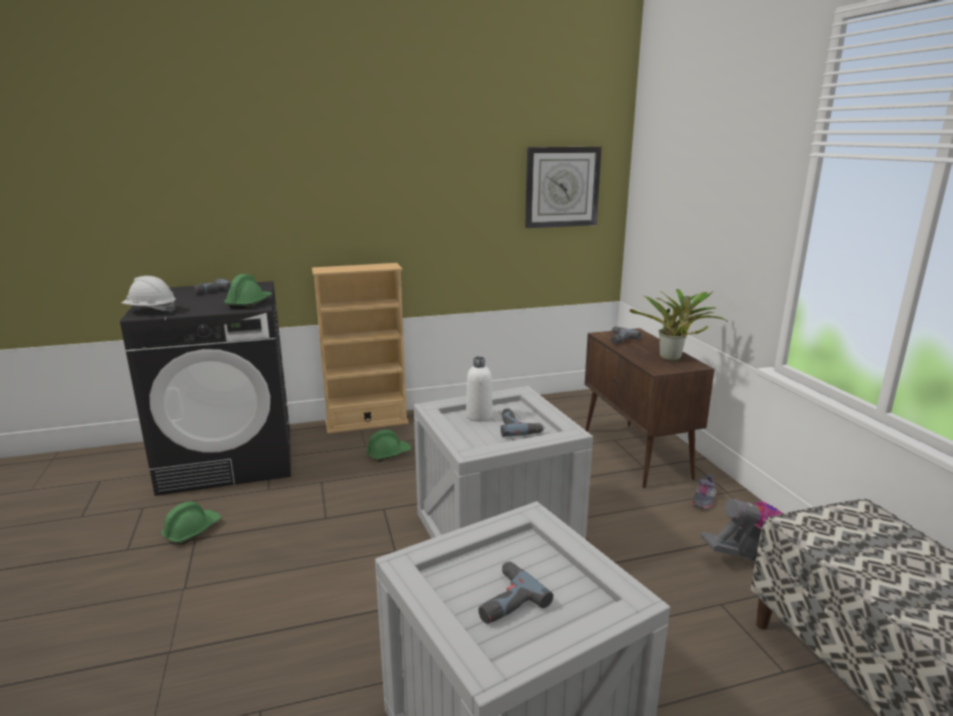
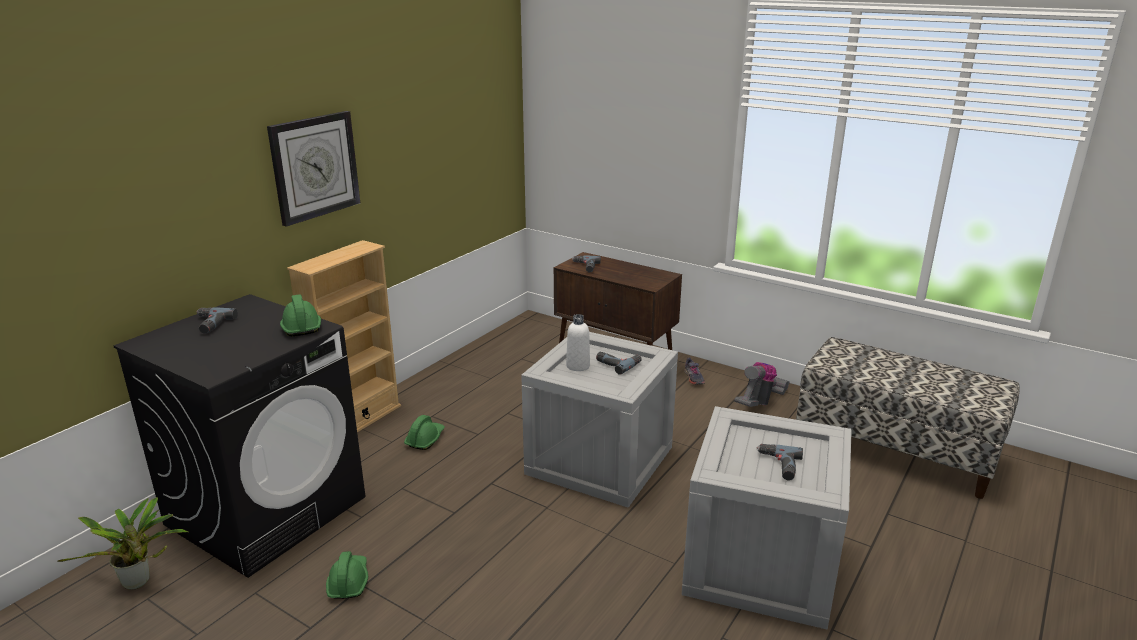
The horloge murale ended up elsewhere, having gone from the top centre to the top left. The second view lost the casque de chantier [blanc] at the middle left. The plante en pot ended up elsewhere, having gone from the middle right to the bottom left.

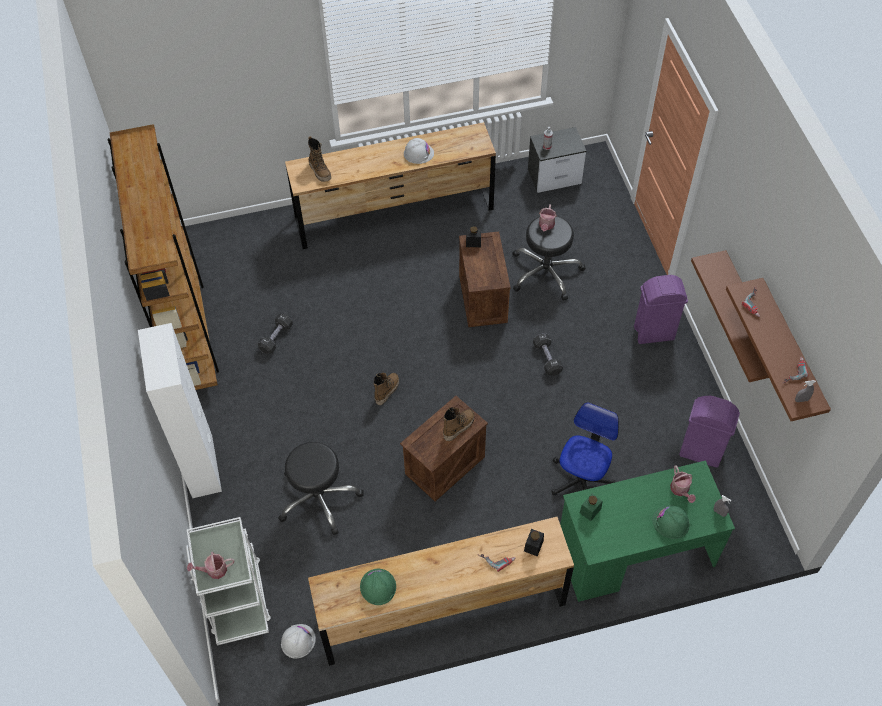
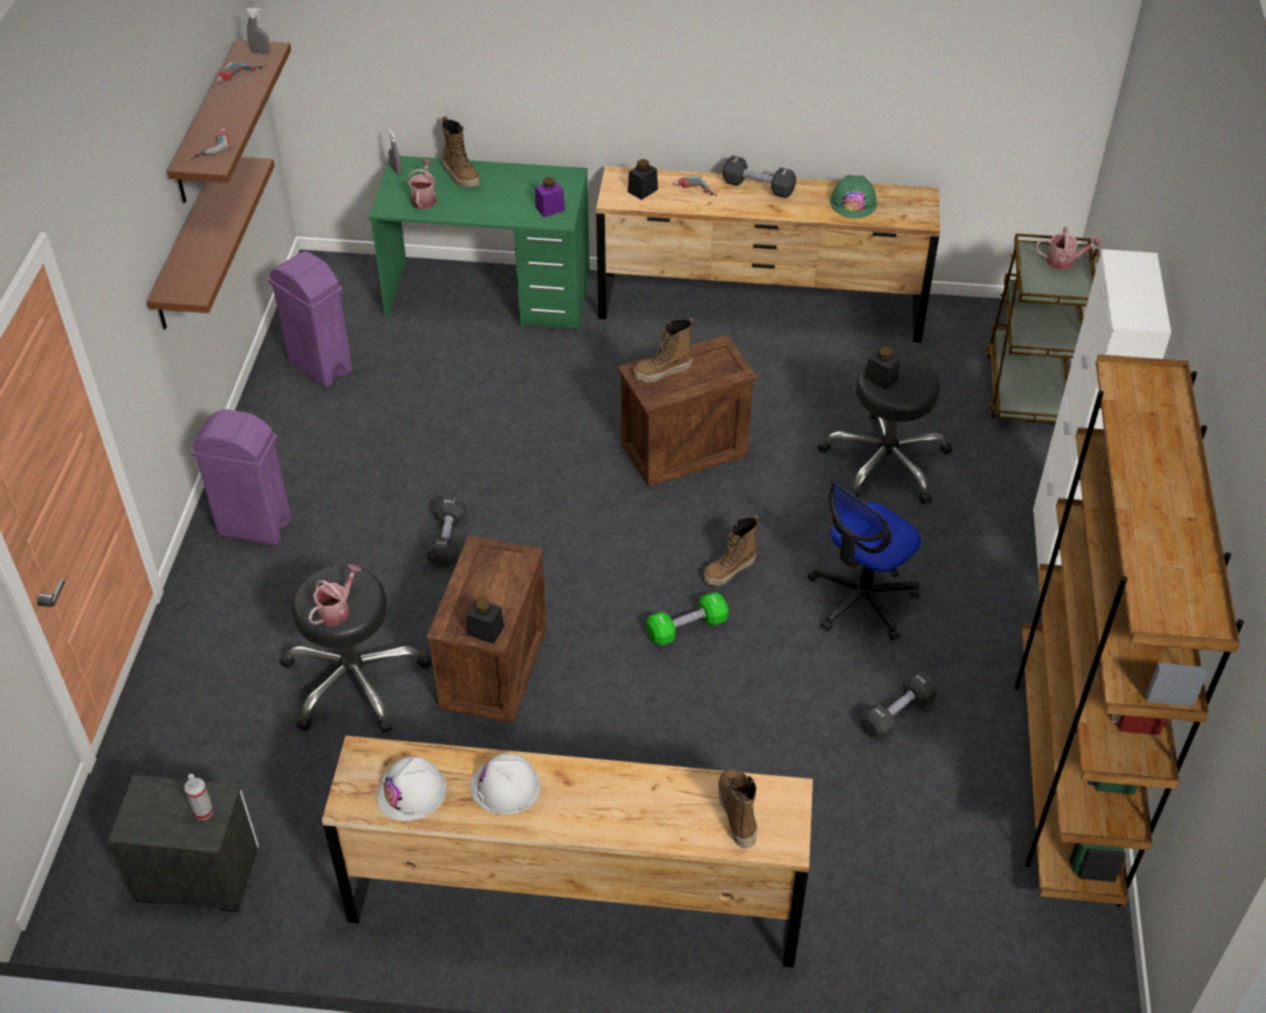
The chaise de bureau ended up elsewhere, having gone from the centre to the middle right. What was the bocal [vert] at the bottom right turned into the bocal [violet] at the top centre. Where the casque de chantier [vert] (no. 2 from left) stood at the bottom right, the botte (no. 1 from left) came to stand at the top centre. What was the chariot [blanc] at the bottom left turned into the chariot [marron] at the top right. The casque de chantier [blanc] (no. 1 from left) ended up elsewhere, having gone from the bottom centre to the bottom left. The second view gained the haltère [noir] (no. 2 from left) at the top centre. The second view gained the bocal [noir] (no. 3 from left) at the middle right. The second view gained the haltère [vert] at the centre.

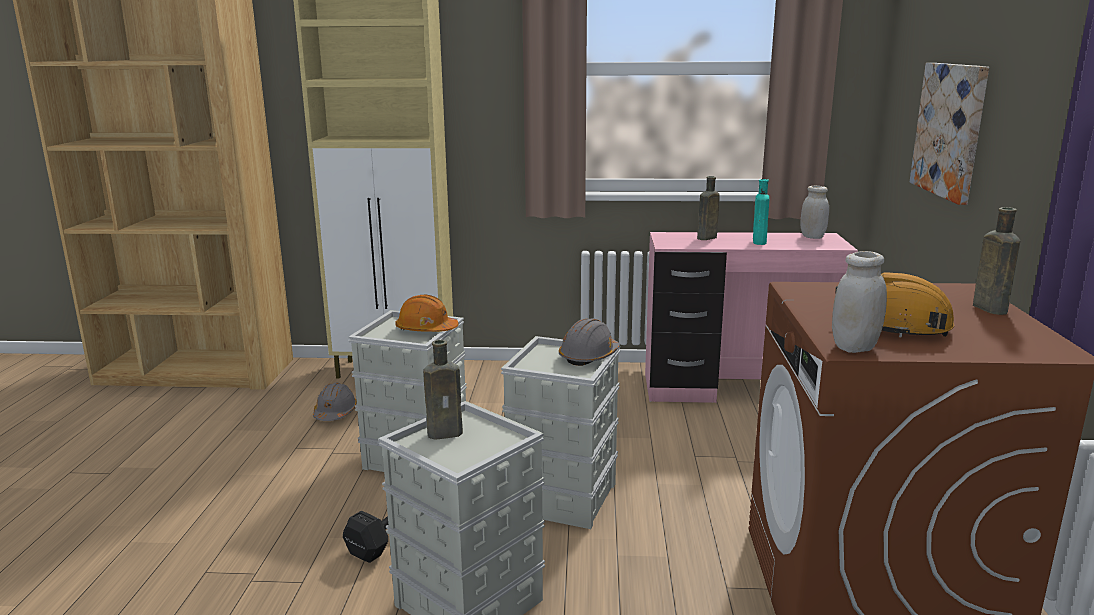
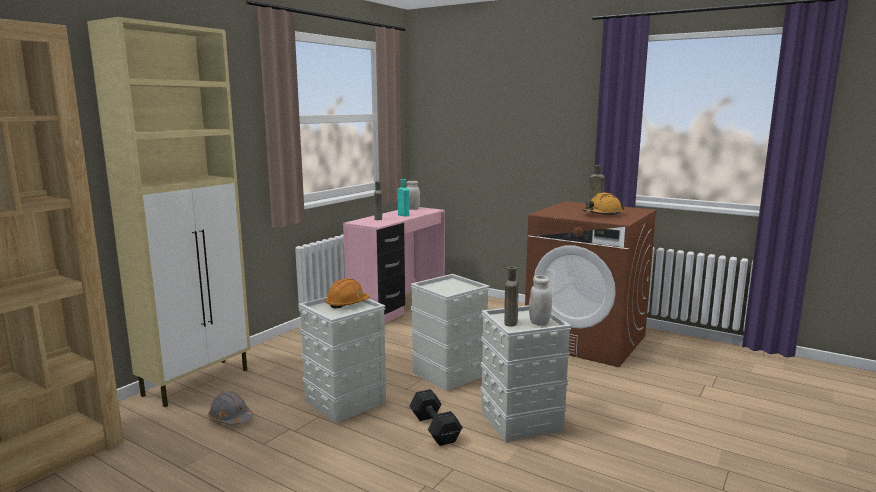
The second view lost the tableau at the top right. The bocal [blanc] (no. 2 from left) ended up elsewhere, having gone from the middle right to the centre. The second view lost the casque de chantier [gris] (no. 2 from left) at the centre.

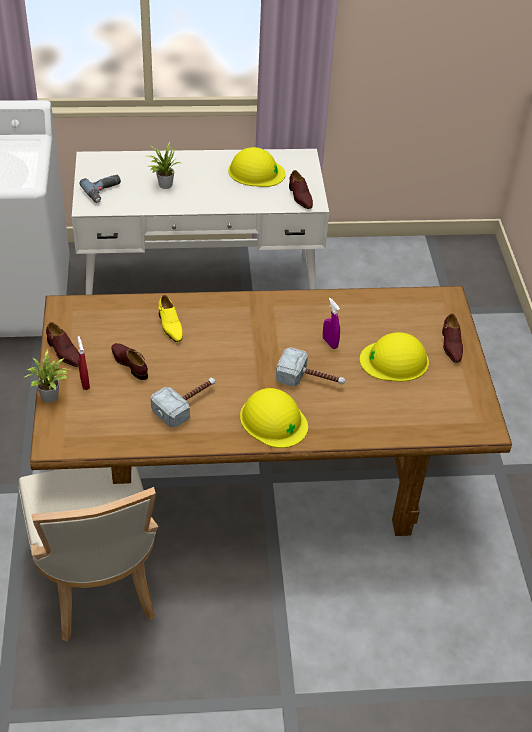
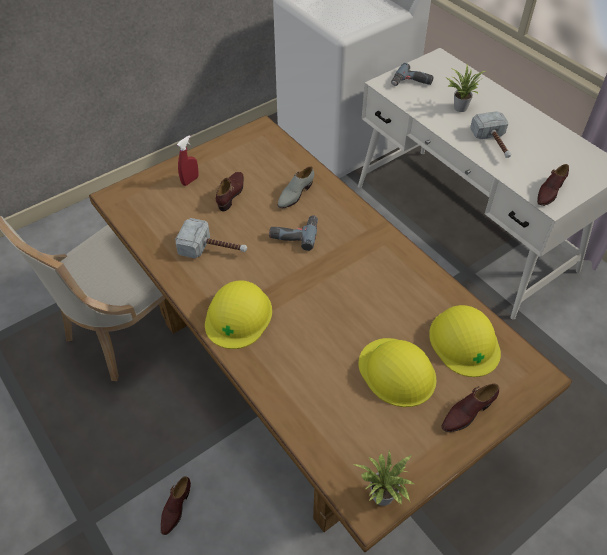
The casque de chantier [jaune] (no. 1 from left in the first image) ended up elsewhere, having gone from the top centre to the middle right. What was the chaussure [jaune] at the middle left turned into the chaussure [gris] at the centre. The second view lost the vaporisateur [violet] at the centre. The chaussure [marron] (no. 1 from left) ended up elsewhere, having gone from the middle left to the bottom left. The marteau (no. 2 from left) ended up elsewhere, having gone from the centre to the top right. The plante en pot (no. 1 from left) ended up elsewhere, having gone from the middle left to the bottom centre. The second view gained the perceuse (no. 1 from left) at the centre.

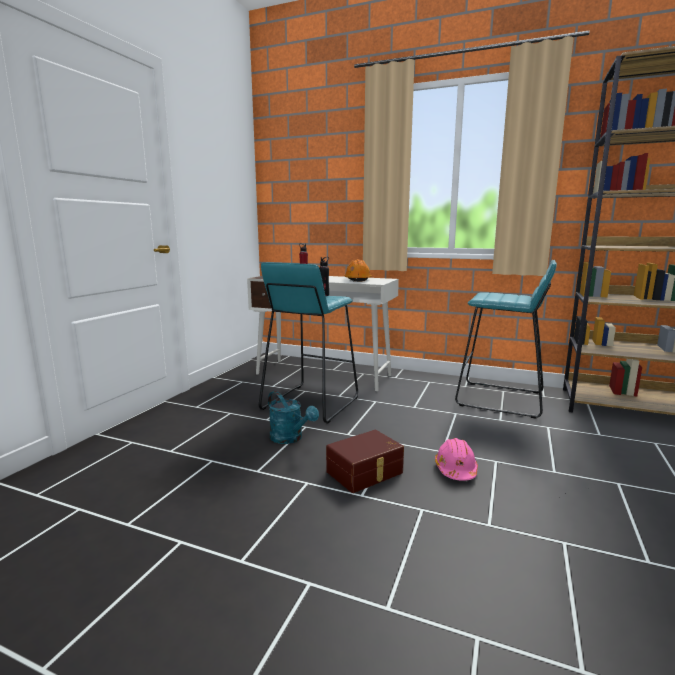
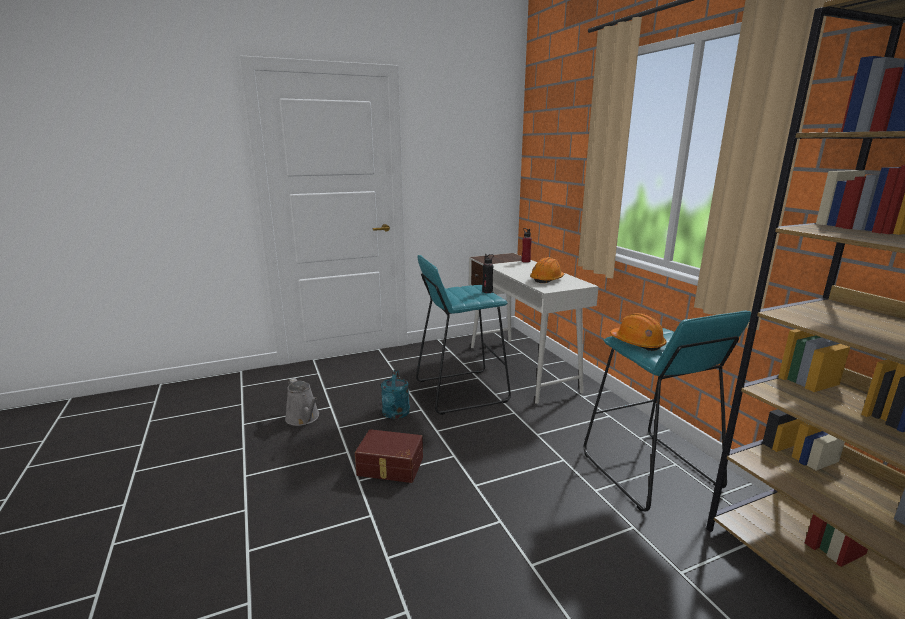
The second view lost the casque de chantier [rose] at the bottom right. The second view gained the casque de chantier [orange] (no. 2 from left) at the middle right. The second view gained the arrosoir [gris] at the centre.

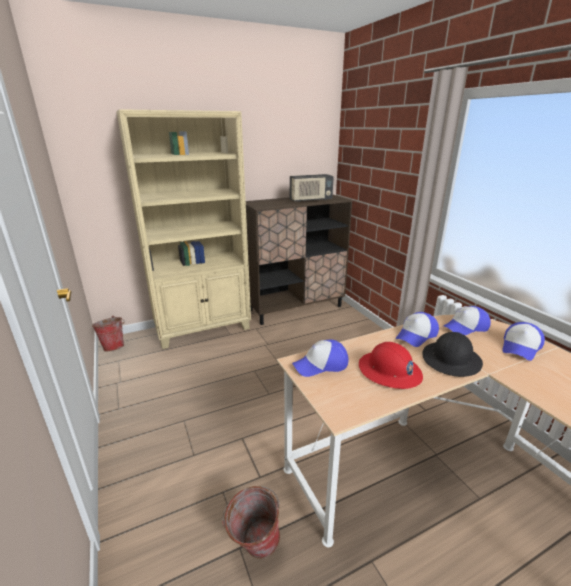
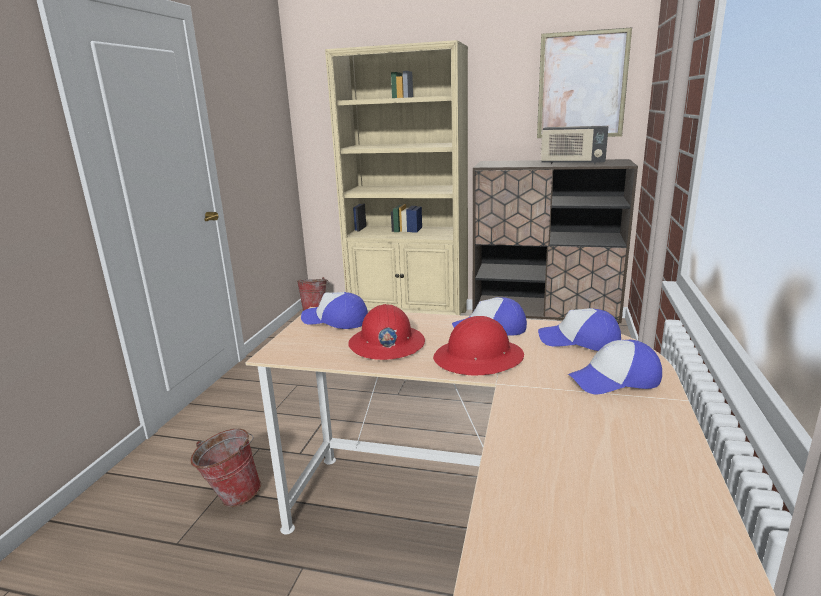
What was the casque de chantier [noir] at the middle right turned into the casque de chantier [rouge] (no. 2 from left) at the centre. The second view gained the tableau at the top right.

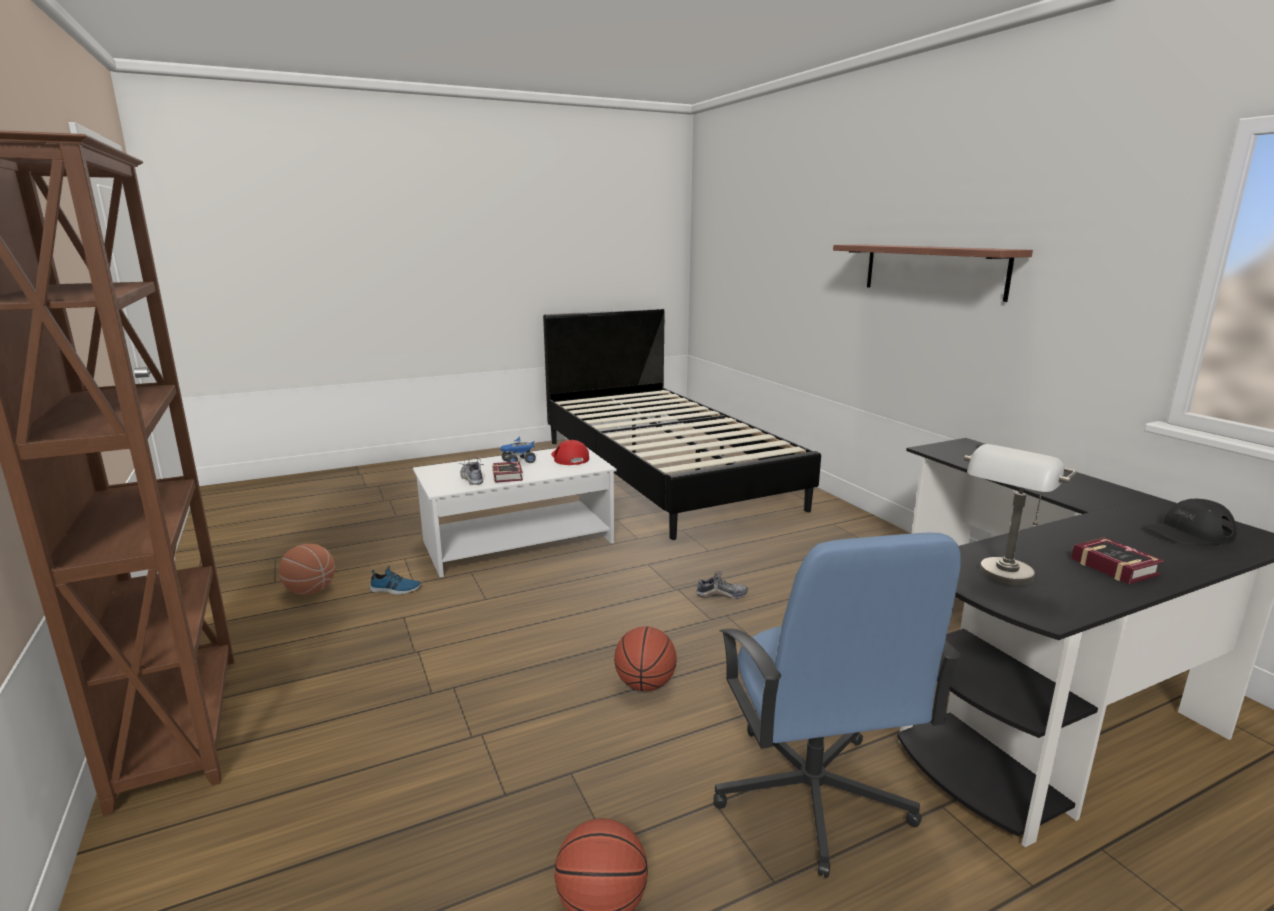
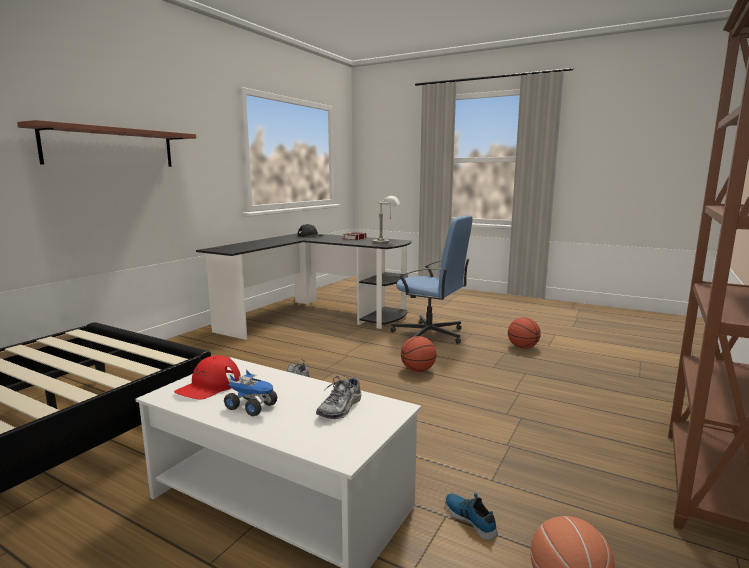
The second view lost the livre (no. 1 from left) at the centre. The chaise de bureau [bleu] at the bottom centre ended up facing another way, 75 degrees clockwise from before.

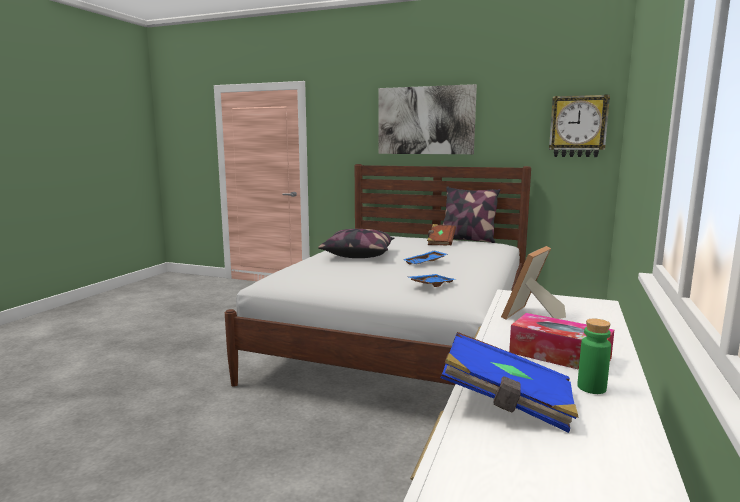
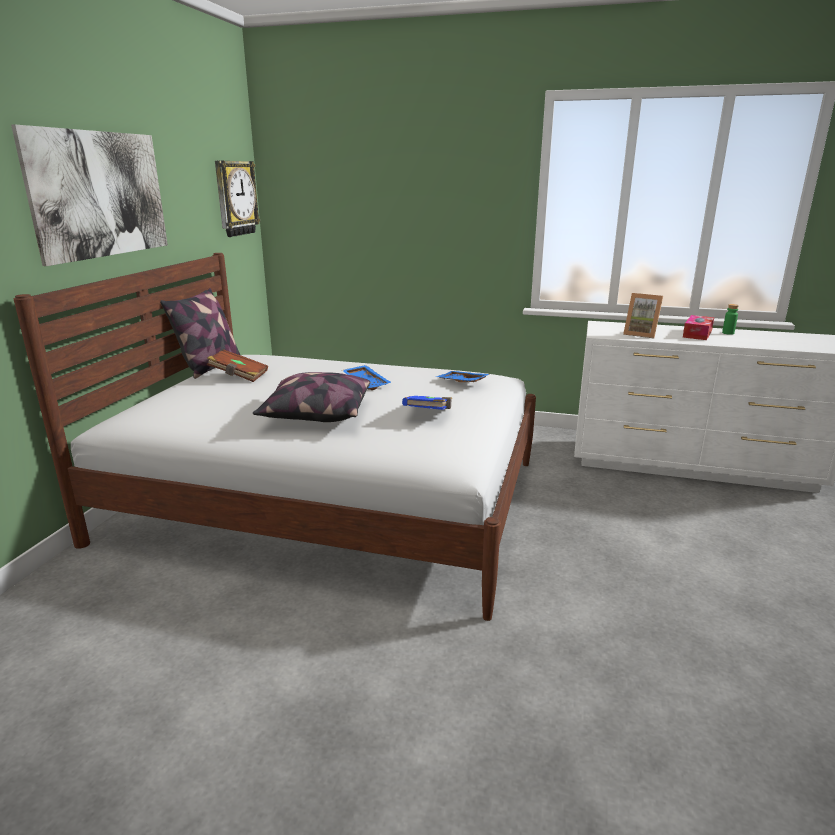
The livre [bleu] ended up elsewhere, having gone from the bottom right to the centre.

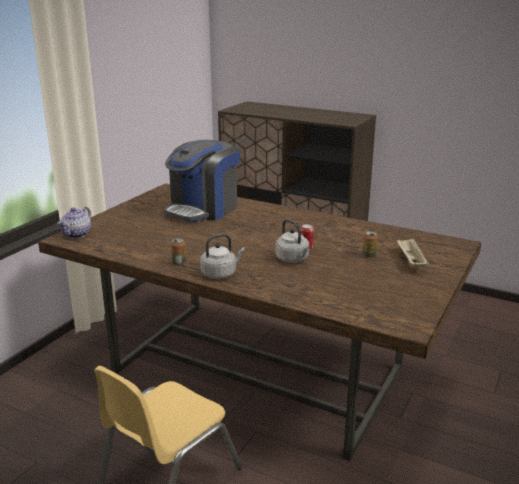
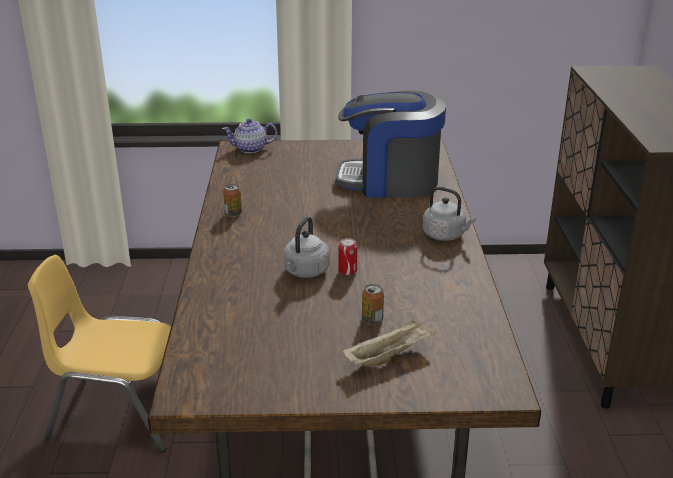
The bouilloire [gris] (no. 1 from left in the first image) ended up elsewhere, having gone from the centre to the middle right.

